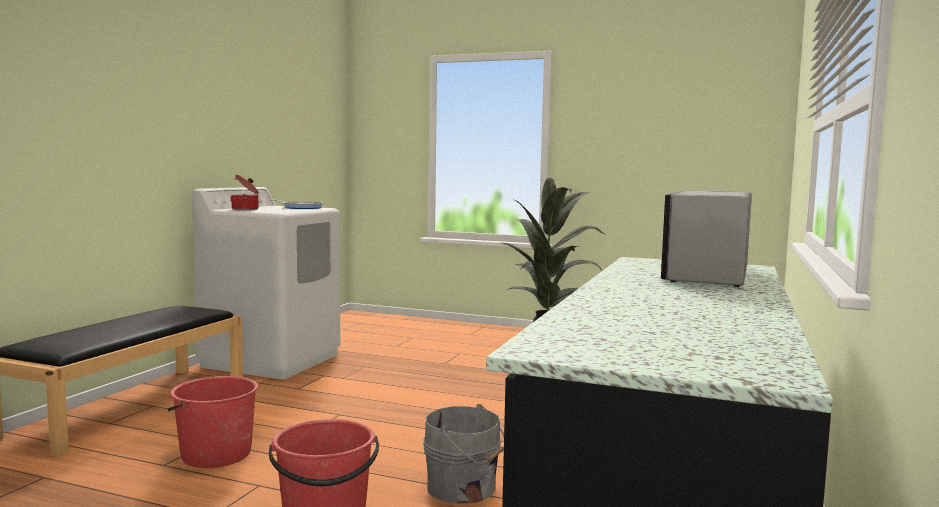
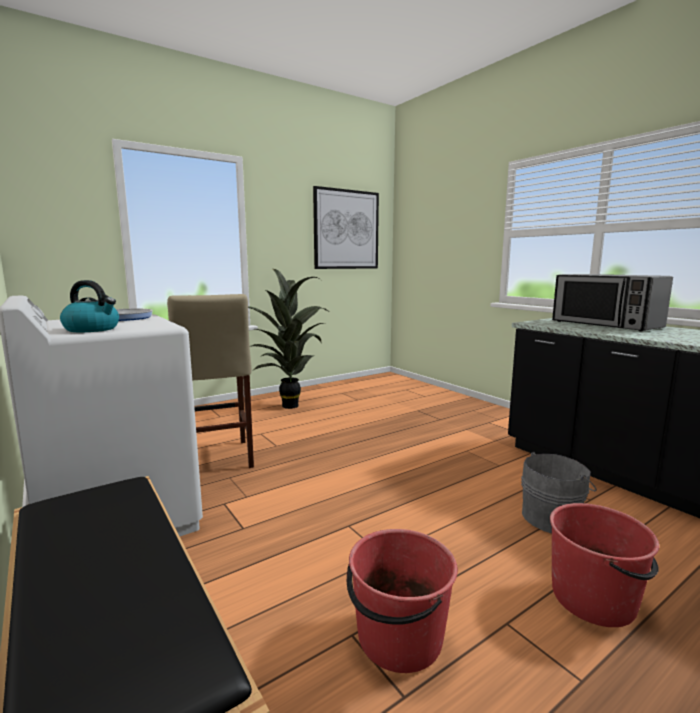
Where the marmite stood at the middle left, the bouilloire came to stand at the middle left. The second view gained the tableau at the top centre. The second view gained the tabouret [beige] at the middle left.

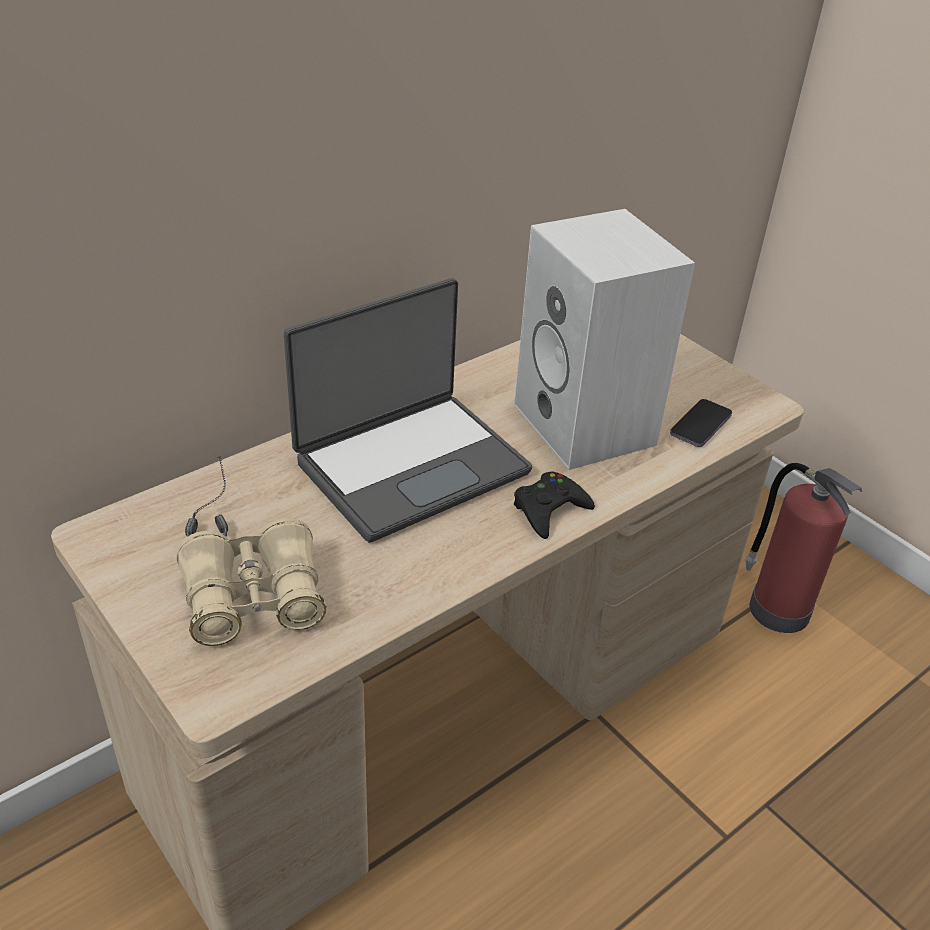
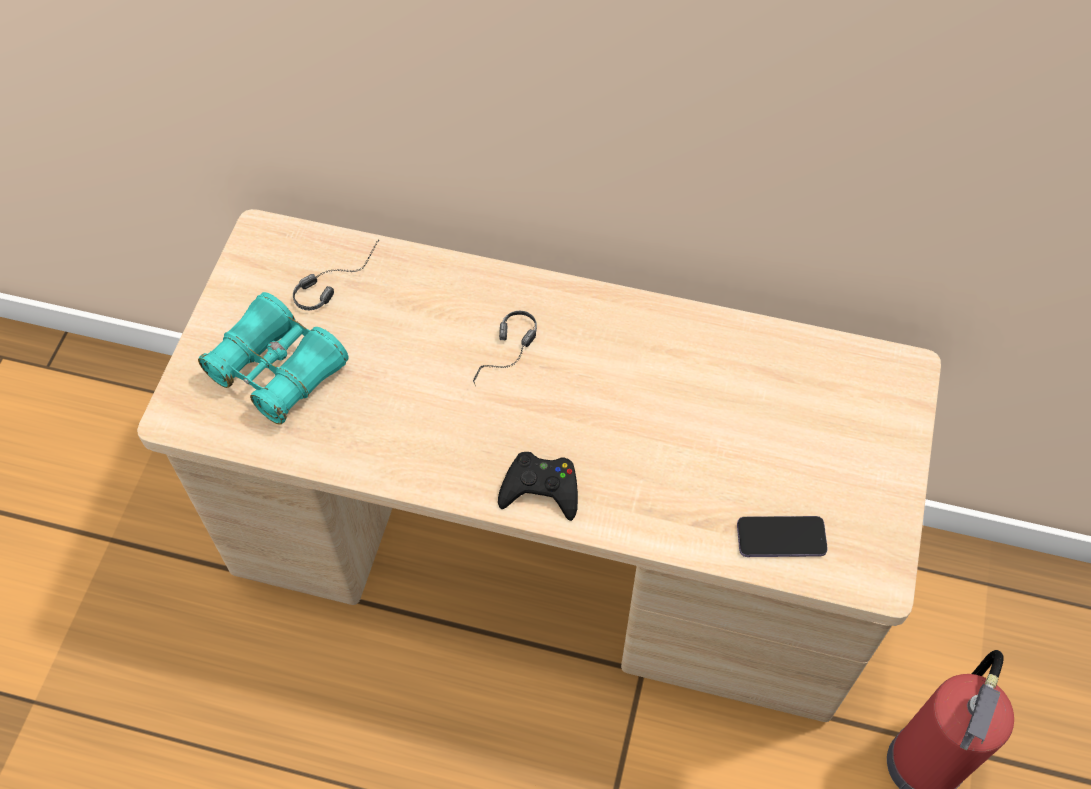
The second view lost the enceinte [blanc] at the centre. Where the ordinateur portable stood at the centre, the casque audio (no. 2 from left) came to stand at the centre. What was the jumelles [beige] at the middle left turned into the jumelles [turquoise] at the middle left.

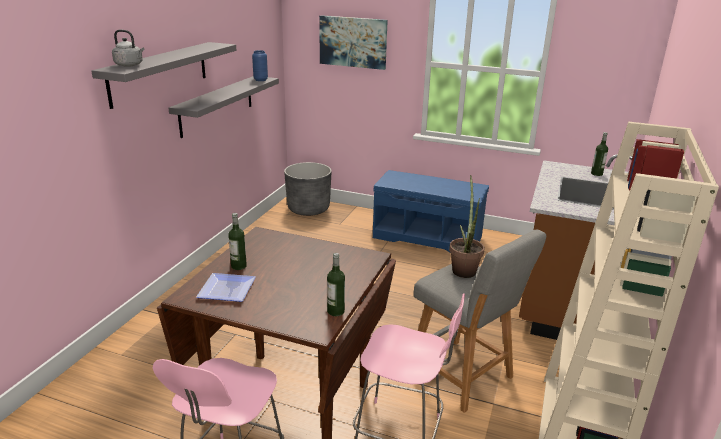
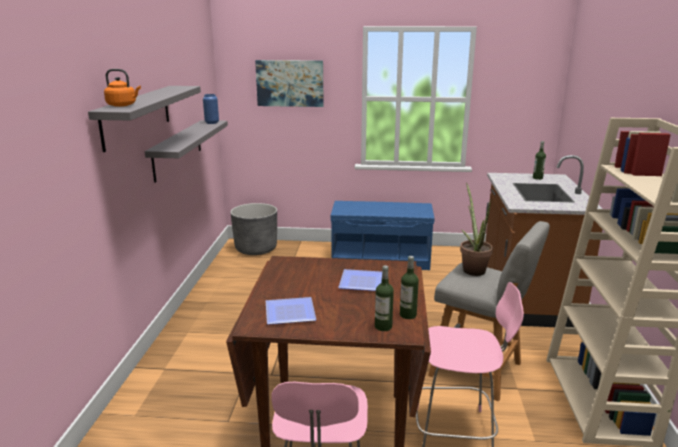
What was the bouilloire [gris] at the top left turned into the bouilloire [orange] at the top left. The bouteille (no. 1 from left) ended up elsewhere, having gone from the middle left to the bottom centre. The second view gained the assiette (no. 2 from left) at the centre.

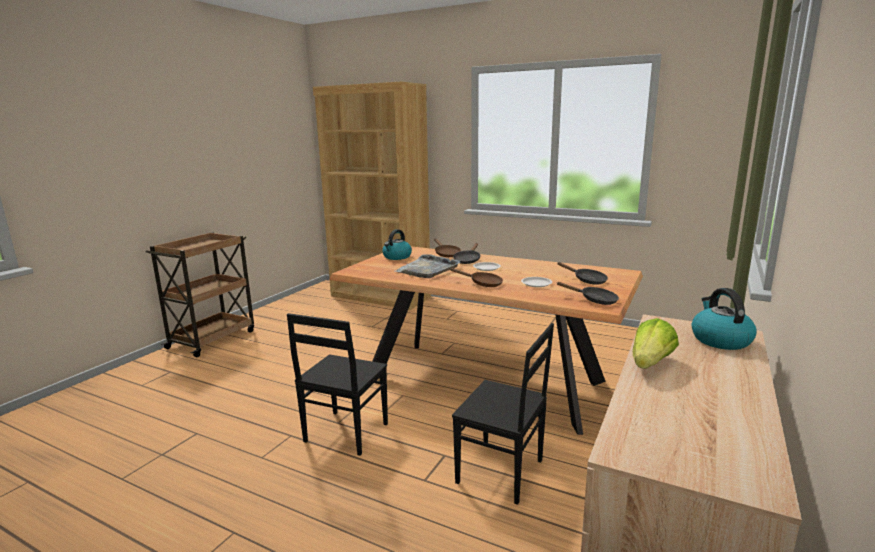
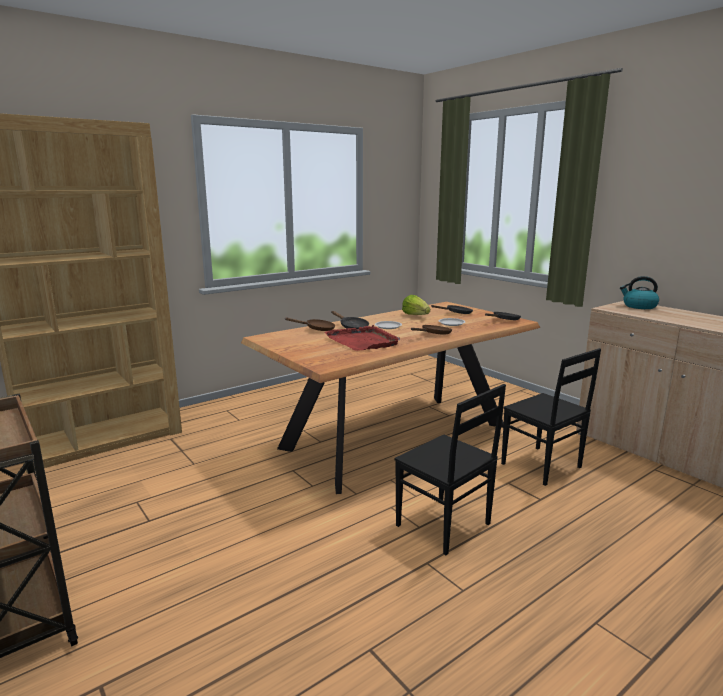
The second view lost the bouilloire (no. 1 from left) at the centre. What was the plateau [gris] at the centre turned into the plateau [rouge] at the centre. The laitue ended up elsewhere, having gone from the middle right to the centre. The chaise [noir] (no. 2 from left) at the bottom centre ended up facing another way, 90 degrees clockwise from before.

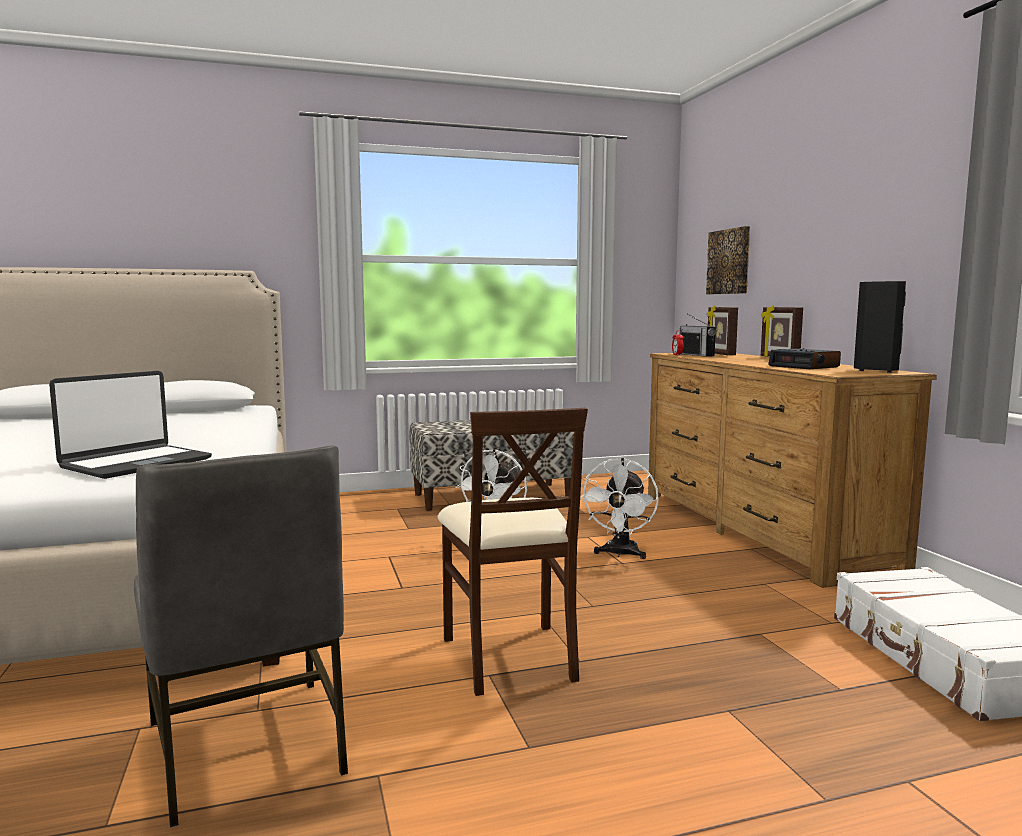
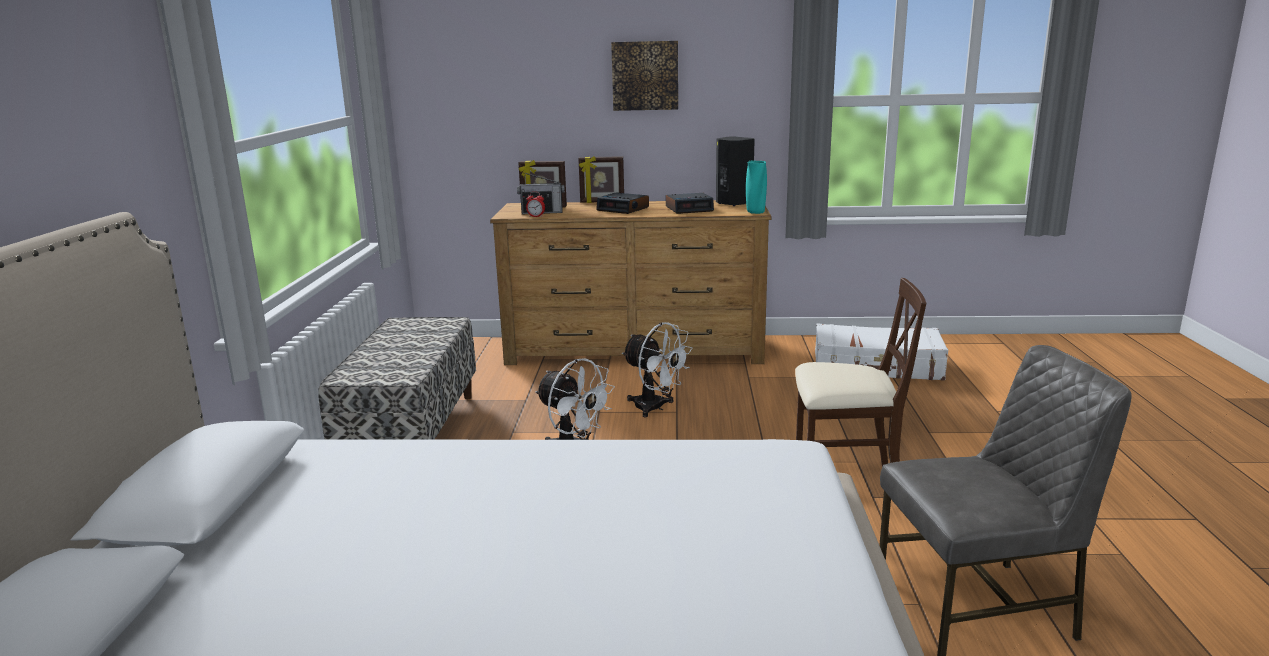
The tableau ended up elsewhere, having gone from the top right to the top centre. The second view lost the ordinateur portable at the middle left. The second view gained the vase [turquoise] at the top centre. The second view gained the réveil (no. 2 from left) at the top centre.

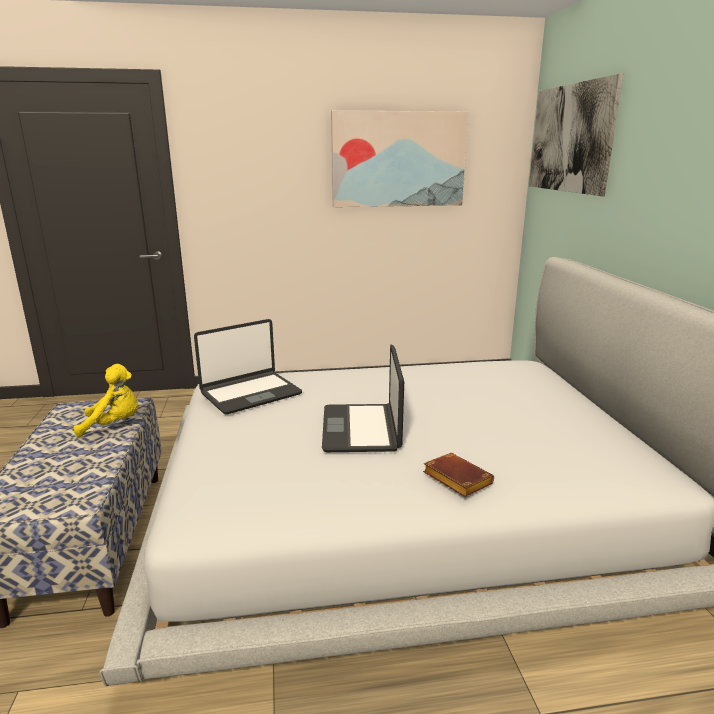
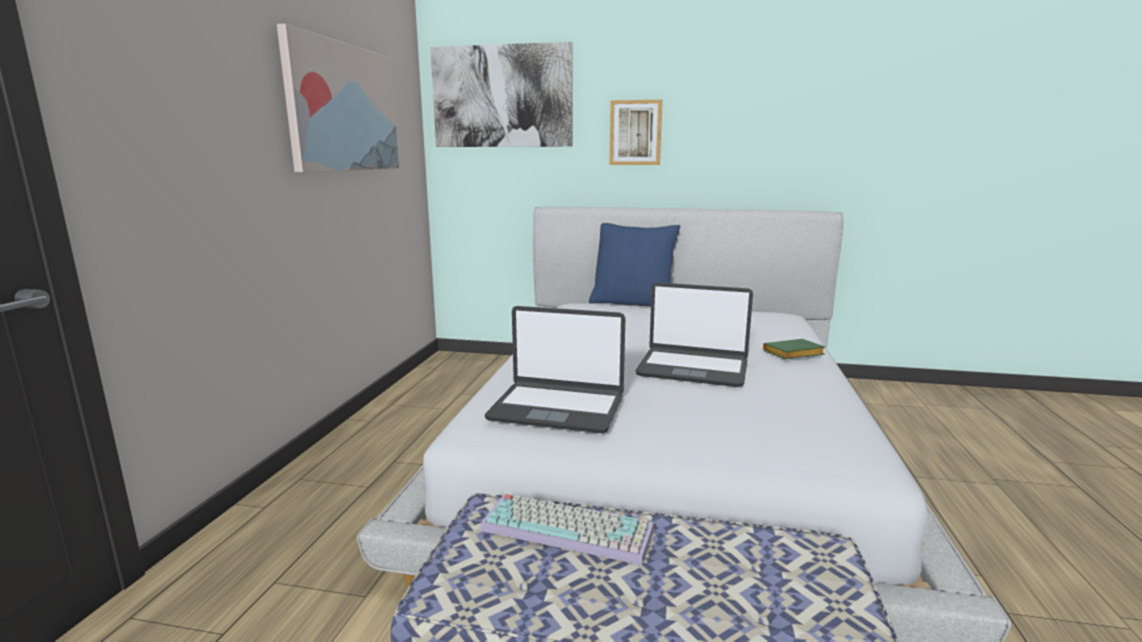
The ordinateur portable (no. 1 from left) at the centre ended up facing another way, 120 degrees clockwise from before. Where the peluche [jaune] stood at the middle left, the clavier came to stand at the bottom centre. What was the livre [marron] at the centre turned into the livre [vert] at the middle right. The second view gained the tableau (no. 3 from left) at the top centre. The second view gained the coussin [bleu] at the centre.

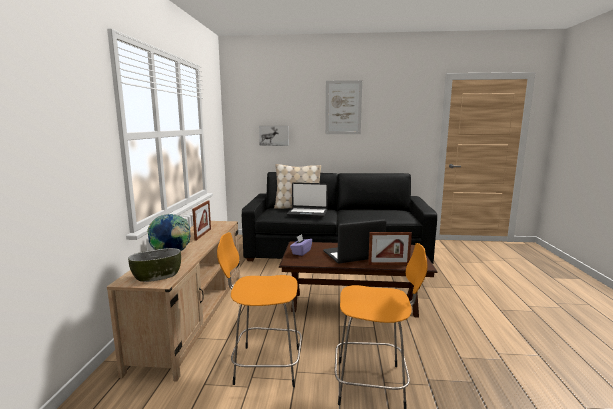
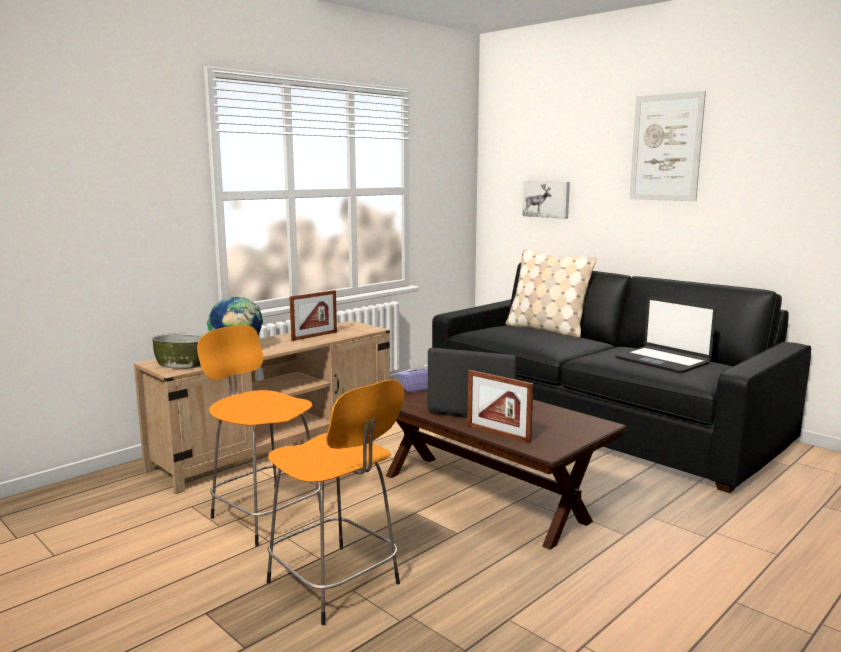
The ordinateur portable (no. 1 from left in the first image) ended up elsewhere, having gone from the centre to the middle right.

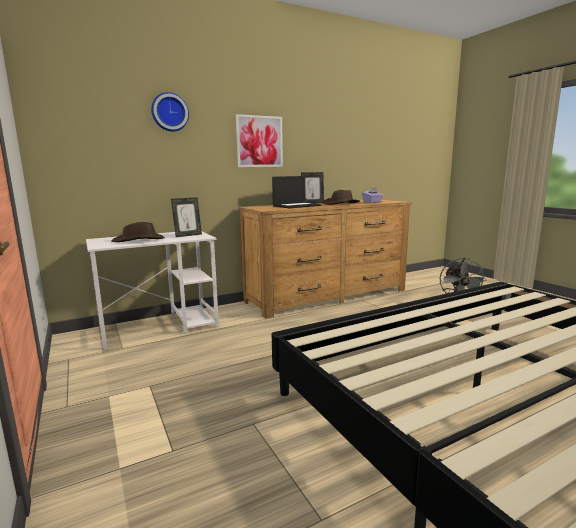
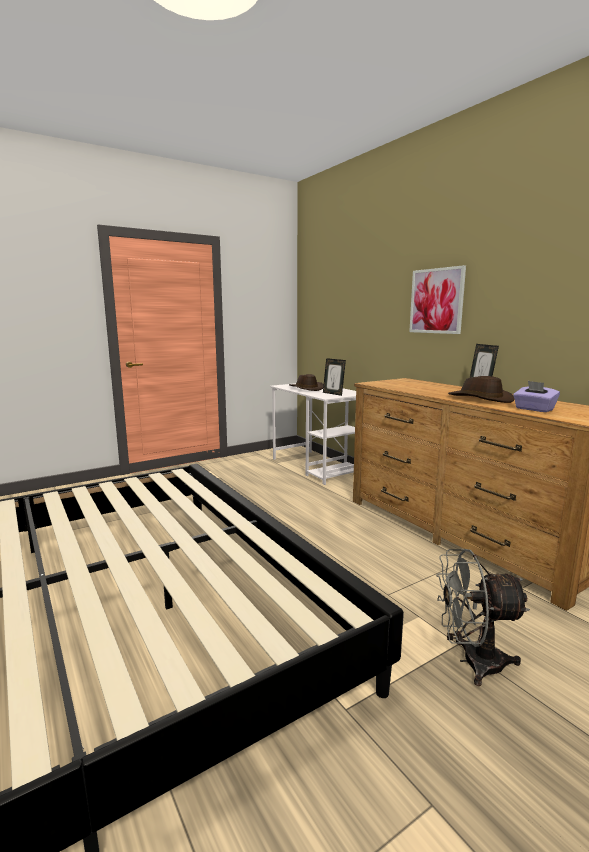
The second view lost the horloge murale at the top left. The second view lost the ordinateur portable at the centre.

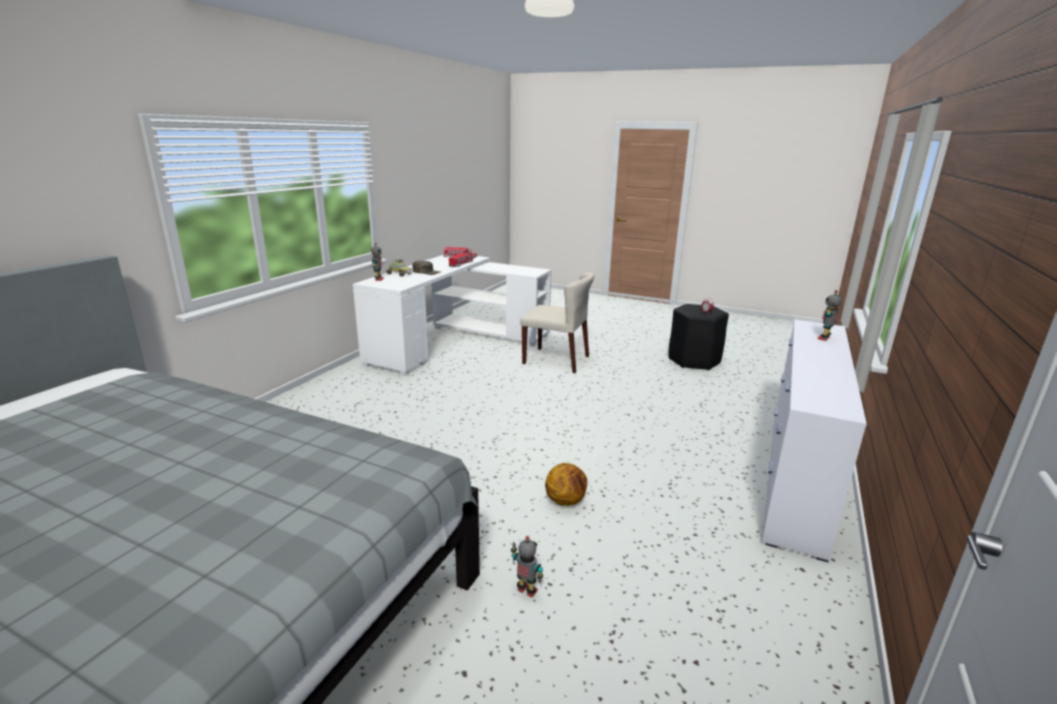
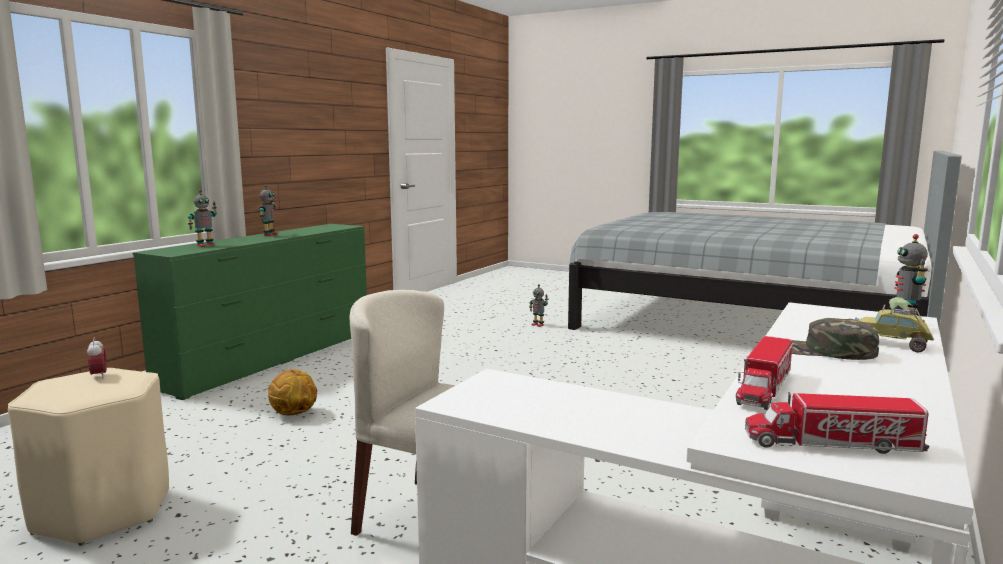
What was the tabouret [noir] at the centre turned into the tabouret [beige] at the bottom left. What was the commode [blanc] at the middle right turned into the commode [vert] at the middle left. The ballon de basket ended up elsewhere, having gone from the bottom centre to the bottom left. The second view gained the robot jouet (no. 2 from left) at the middle left.

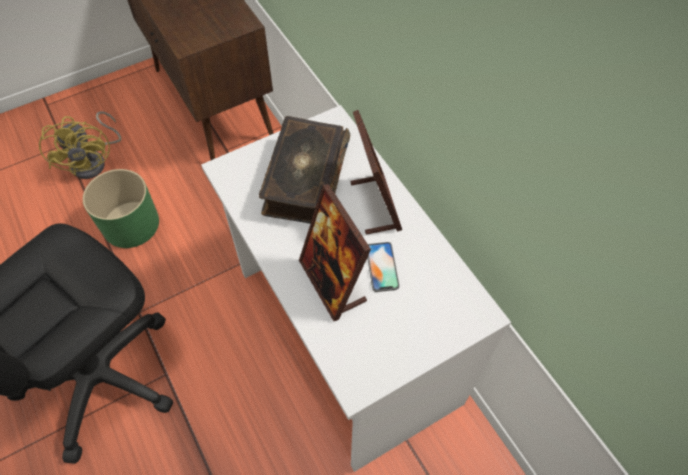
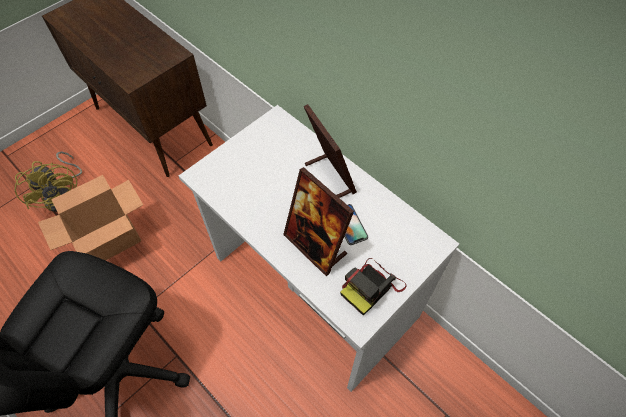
The second view lost the livre at the centre. Where the cache-pot [vert] stood at the middle left, the carton came to stand at the middle left. The second view gained the appareil photo at the bottom centre.

